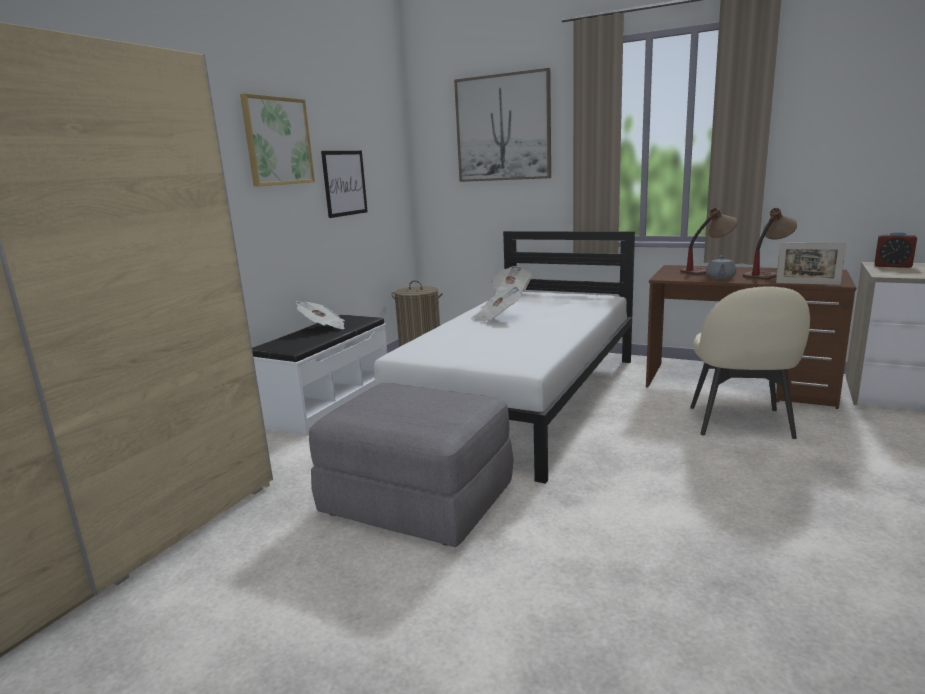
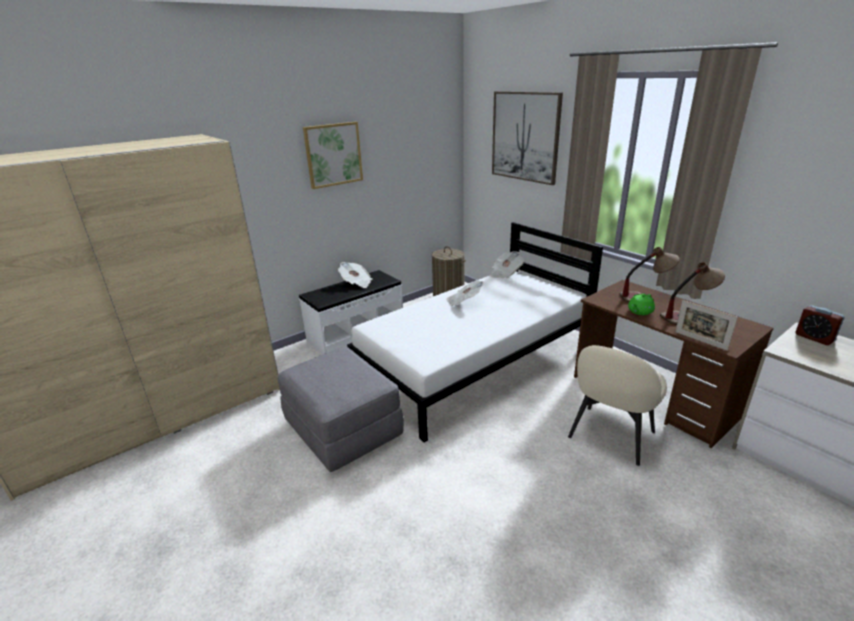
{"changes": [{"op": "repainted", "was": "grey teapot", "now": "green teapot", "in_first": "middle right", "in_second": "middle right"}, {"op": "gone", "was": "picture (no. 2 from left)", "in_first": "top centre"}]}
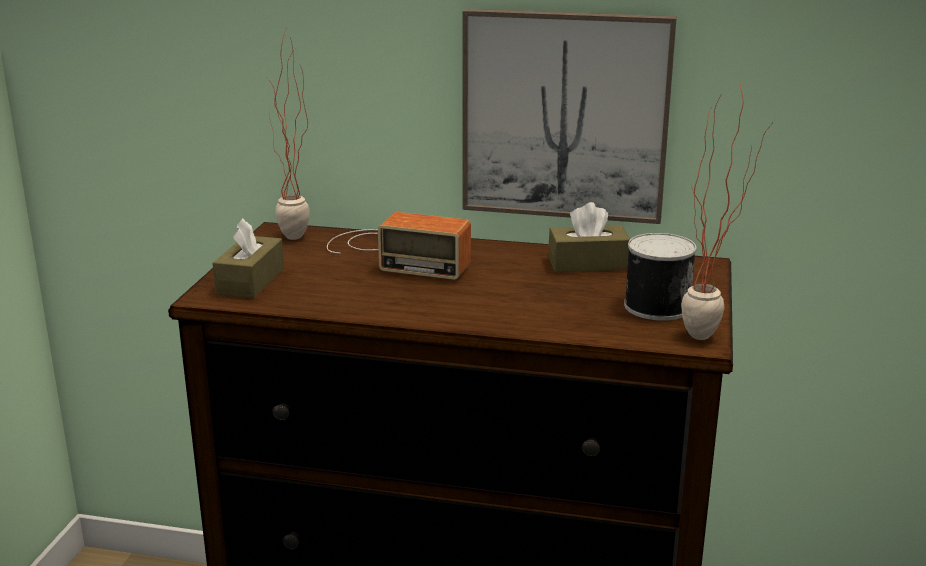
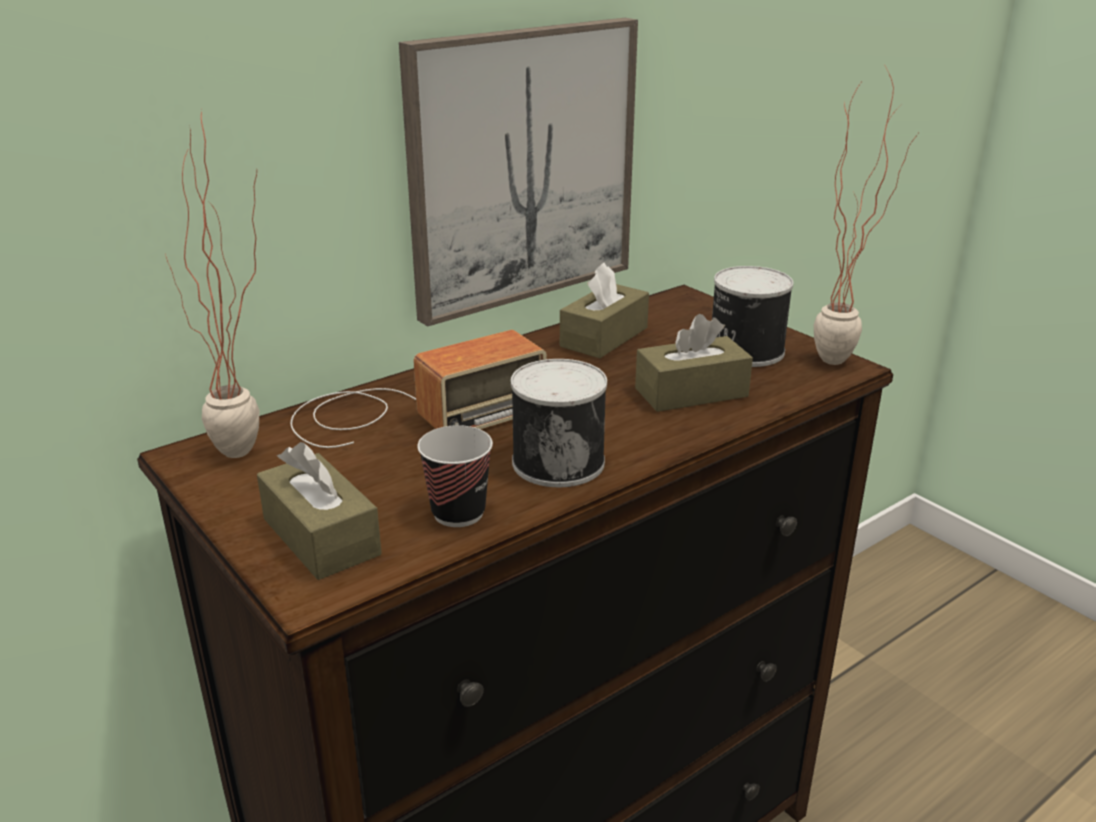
{"changes": [{"op": "new", "now": "cup", "in_second": "centre"}, {"op": "new", "now": "can (no. 1 from left)", "in_second": "centre"}, {"op": "new", "now": "brown tissue box (no. 3 from left)", "in_second": "centre"}]}
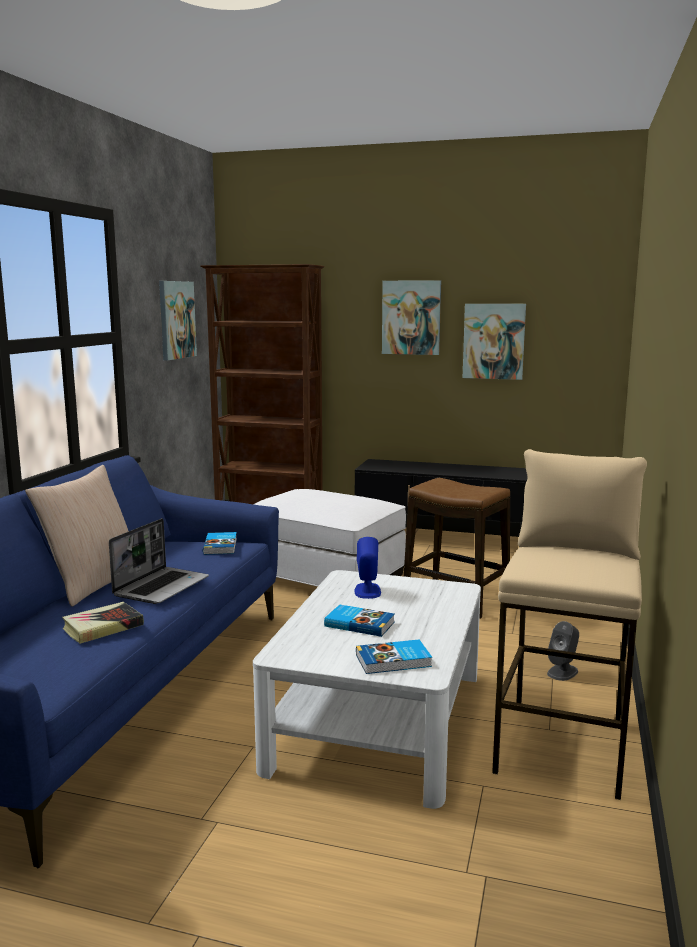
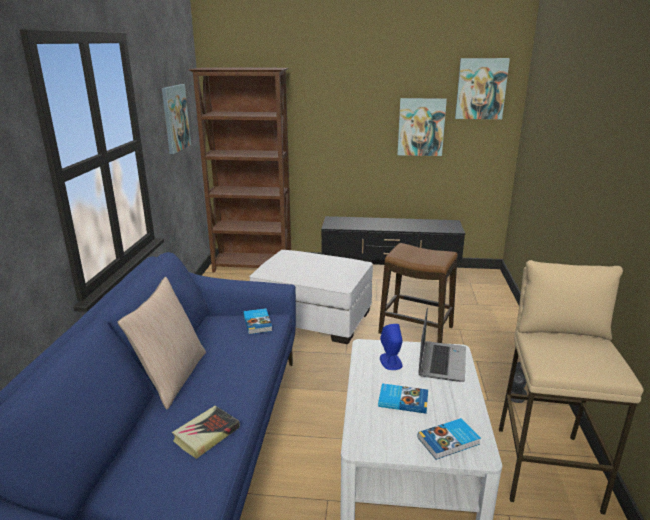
{"changes": [{"op": "shifted", "was": "laptop", "in_first": "middle left", "in_second": "middle right"}, {"op": "shifted", "was": "picture (no. 2 from left in the first image)", "now": "picture (no. 3 from left)", "in_first": "centre", "in_second": "top right"}]}
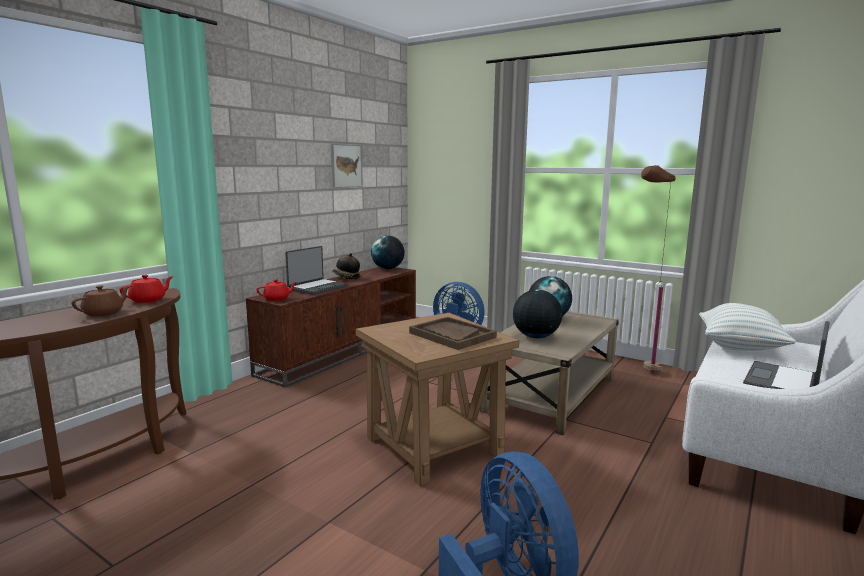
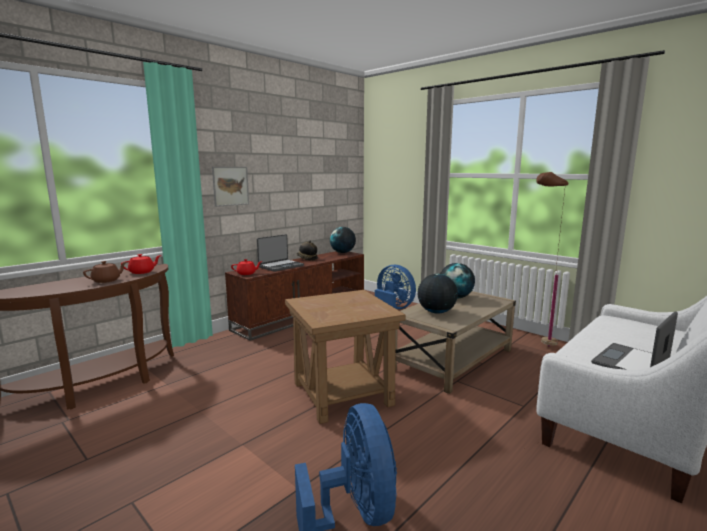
{"changes": [{"op": "shifted", "was": "picture", "in_first": "top centre", "in_second": "middle left"}, {"op": "gone", "was": "brown tray", "in_first": "centre"}, {"op": "gone", "was": "pillow", "in_first": "middle right"}]}
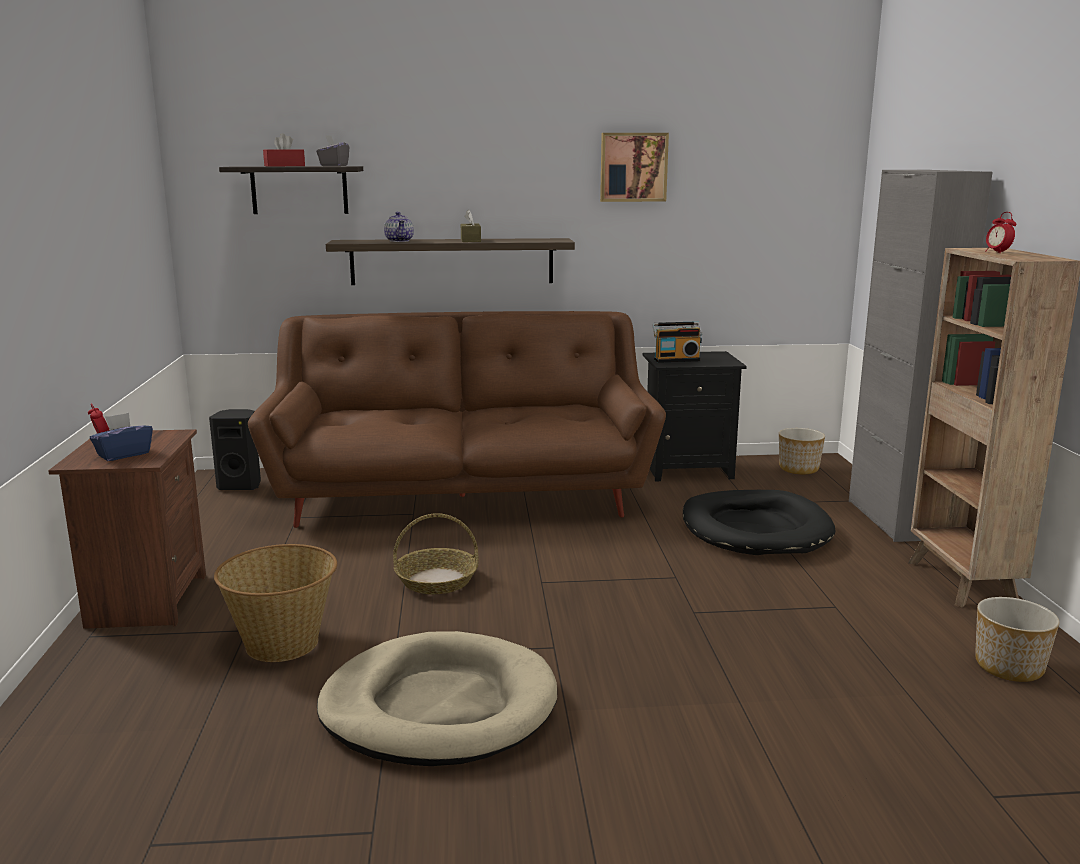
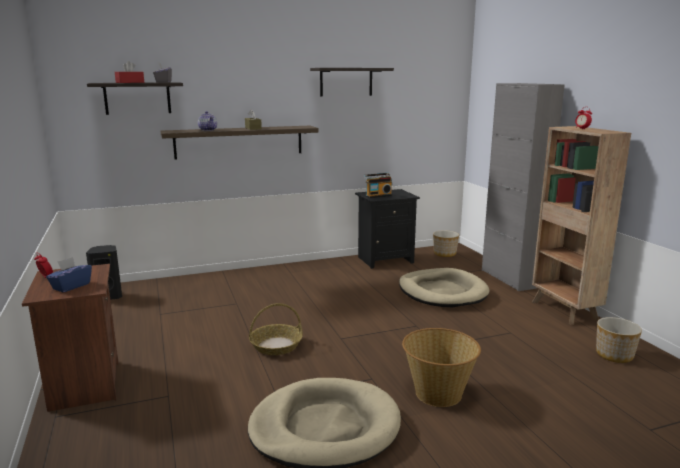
{"changes": [{"op": "swapped", "was": "picture", "now": "shelf (no. 3 from left)", "in_first": "top centre", "in_second": "top centre"}, {"op": "repainted", "was": "black dog bed", "now": "beige dog bed (no. 2 from left)", "in_first": "middle right", "in_second": "centre"}, {"op": "shifted", "was": "basket (no. 1 from left in the first image)", "now": "basket (no. 2 from left)", "in_first": "bottom left", "in_second": "bottom centre"}, {"op": "gone", "was": "brown sofa", "in_first": "centre"}]}
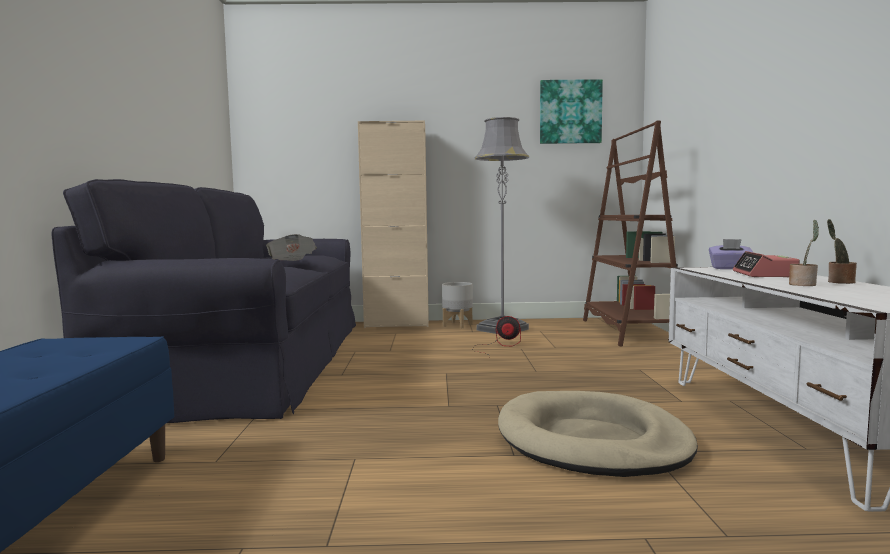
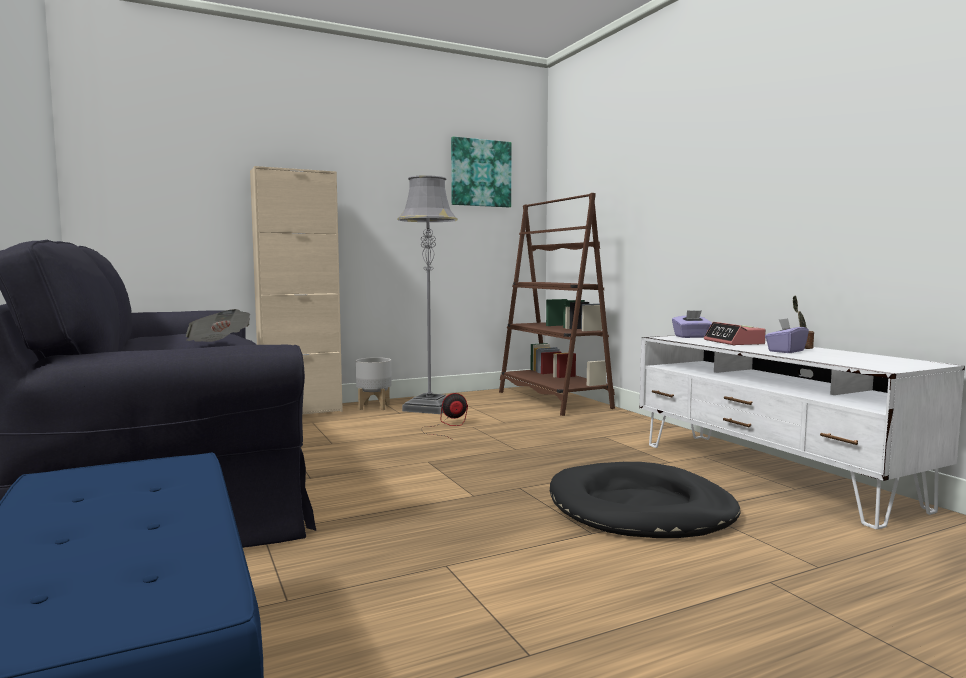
{"changes": [{"op": "repainted", "was": "beige dog bed", "now": "black dog bed", "in_first": "bottom right", "in_second": "bottom right"}, {"op": "swapped", "was": "potted plant (no. 1 from left)", "now": "purple tissue box (no. 2 from left)", "in_first": "middle right", "in_second": "middle right"}]}
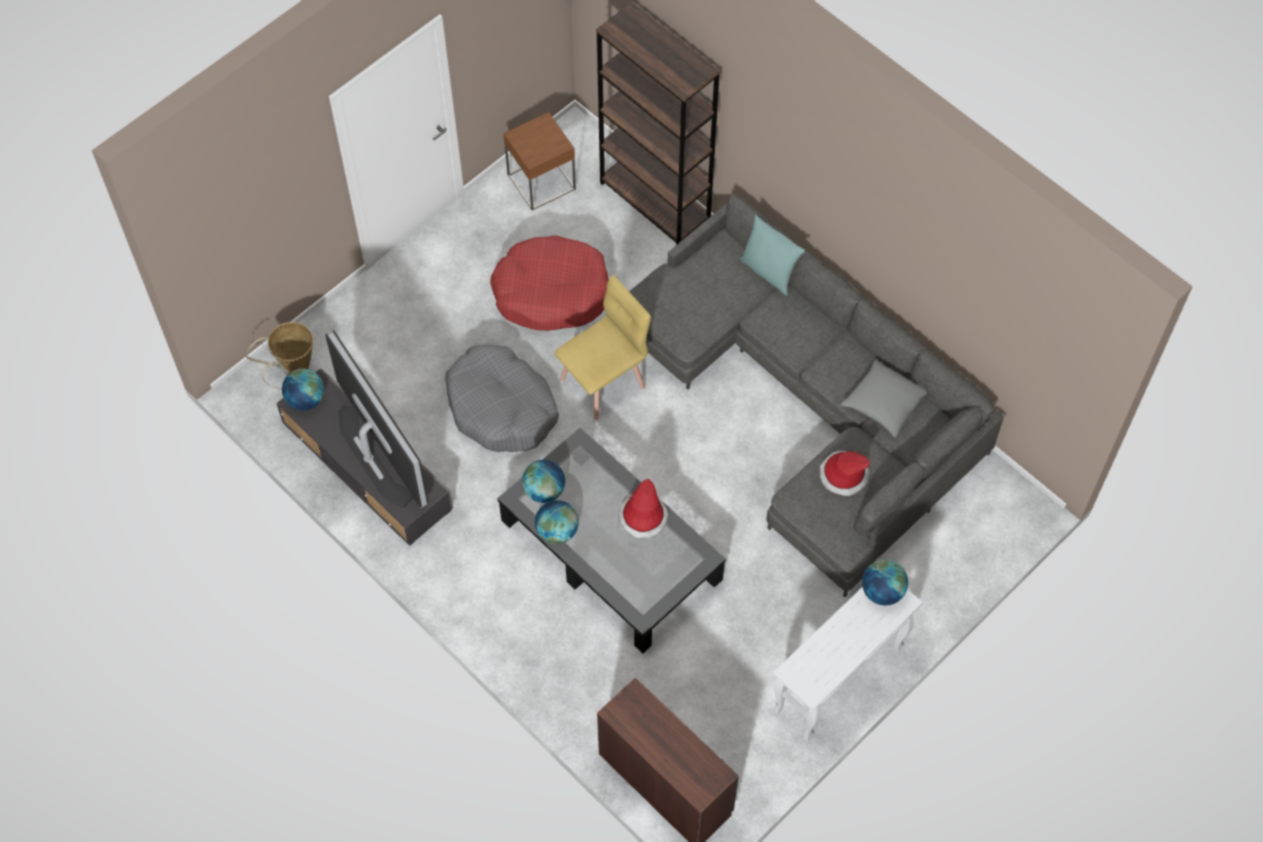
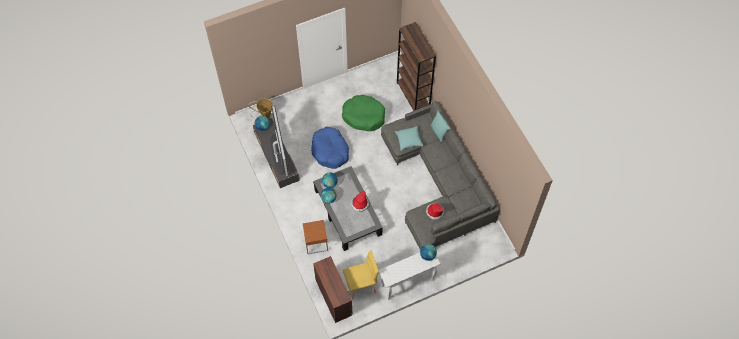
{"changes": [{"op": "shifted", "was": "brown side table", "in_first": "top centre", "in_second": "bottom centre"}, {"op": "repainted", "was": "grey dog bed", "now": "blue dog bed", "in_first": "centre", "in_second": "centre"}, {"op": "repainted", "was": "red dog bed", "now": "green dog bed", "in_first": "centre", "in_second": "centre"}, {"op": "shifted", "was": "yellow chair", "in_first": "centre", "in_second": "bottom centre"}, {"op": "new", "now": "turquoise pillow (no. 1 from left)", "in_second": "centre"}, {"op": "gone", "was": "grey pillow", "in_first": "middle right"}]}
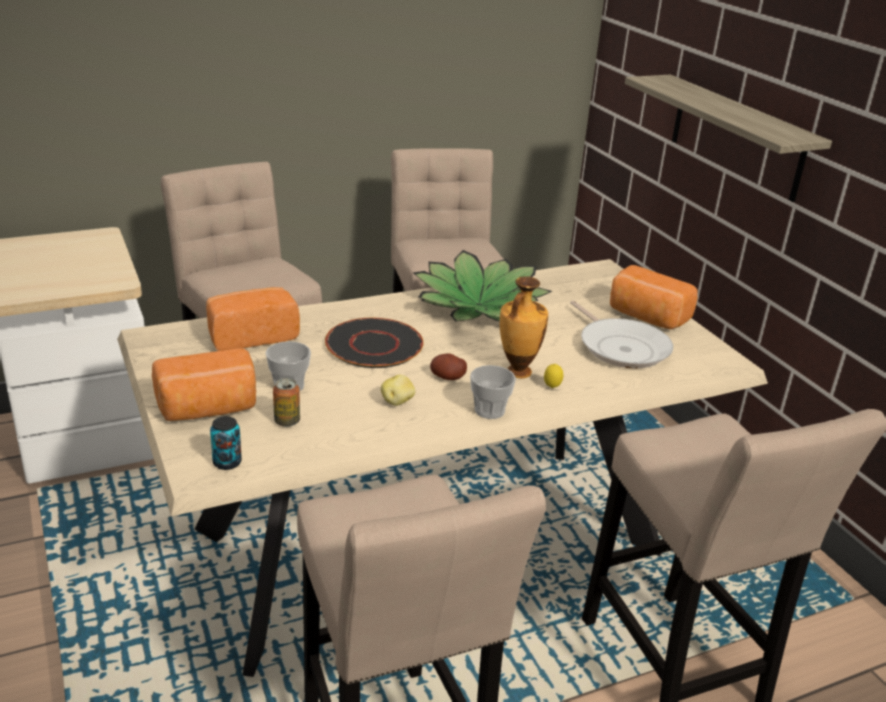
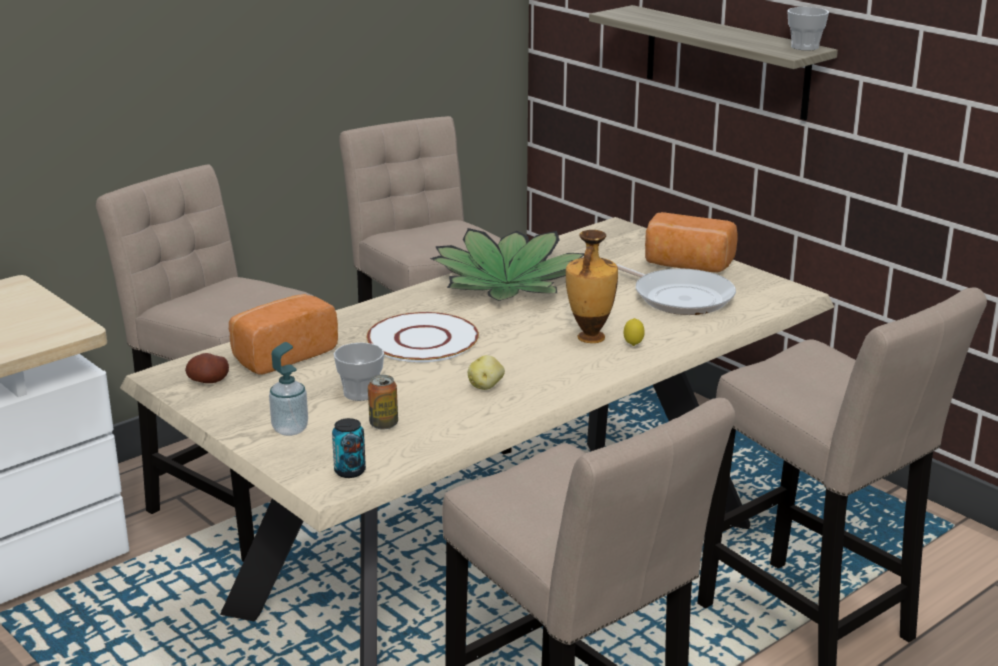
{"changes": [{"op": "shifted", "was": "potato (no. 2 from left in the first image)", "now": "potato (no. 1 from left)", "in_first": "centre", "in_second": "middle left"}, {"op": "swapped", "was": "bread (no. 1 from left)", "now": "soap dispenser", "in_first": "middle left", "in_second": "middle left"}, {"op": "repainted", "was": "black plate", "now": "white plate", "in_first": "centre", "in_second": "centre"}, {"op": "shifted", "was": "cup (no. 2 from left)", "in_first": "centre", "in_second": "top right"}]}
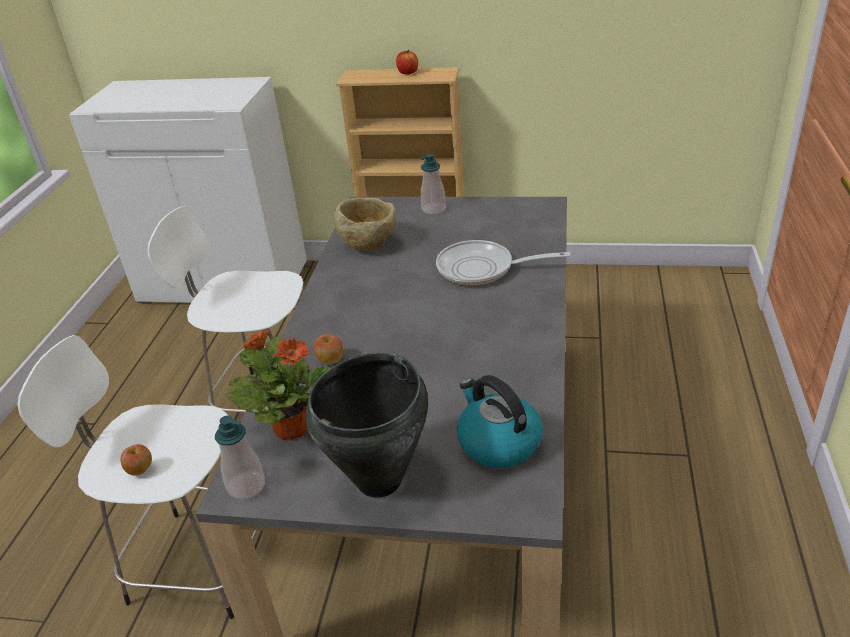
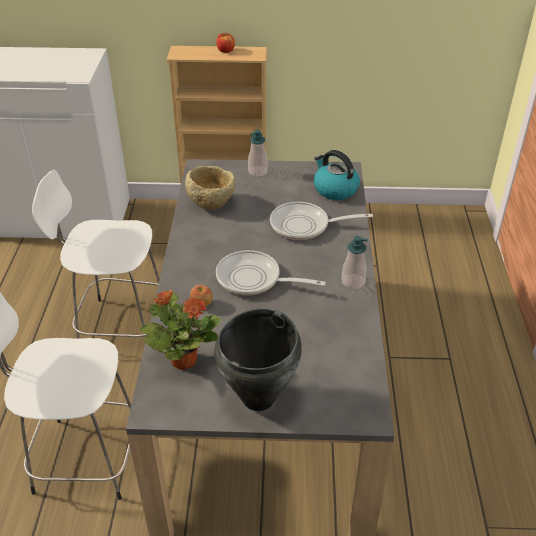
{"changes": [{"op": "new", "now": "frying pan (no. 1 from left)", "in_second": "centre"}, {"op": "shifted", "was": "kettle", "in_first": "centre", "in_second": "top centre"}, {"op": "shifted", "was": "soap dispenser (no. 1 from left in the first image)", "now": "soap dispenser (no. 2 from left)", "in_first": "bottom left", "in_second": "centre"}, {"op": "gone", "was": "apple (no. 1 from left)", "in_first": "bottom left"}]}
